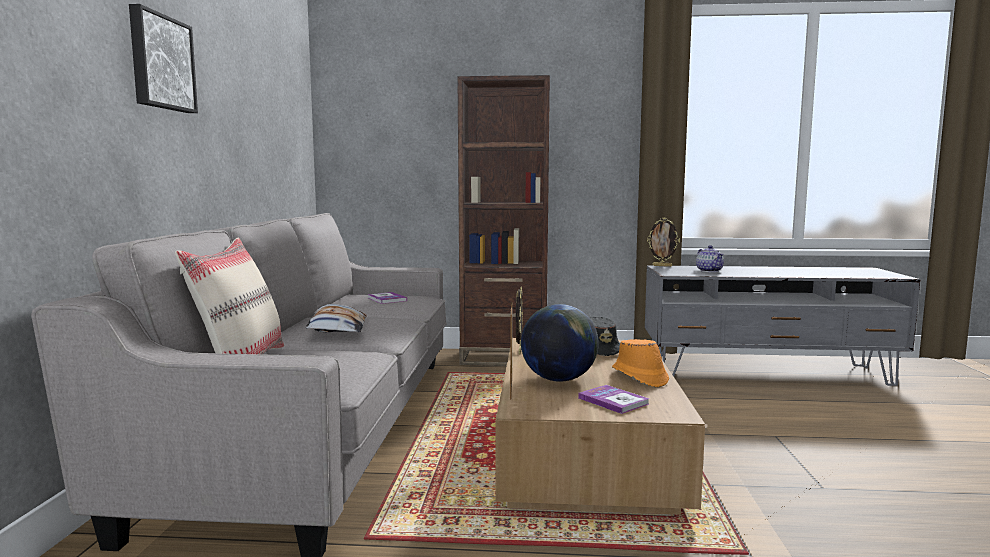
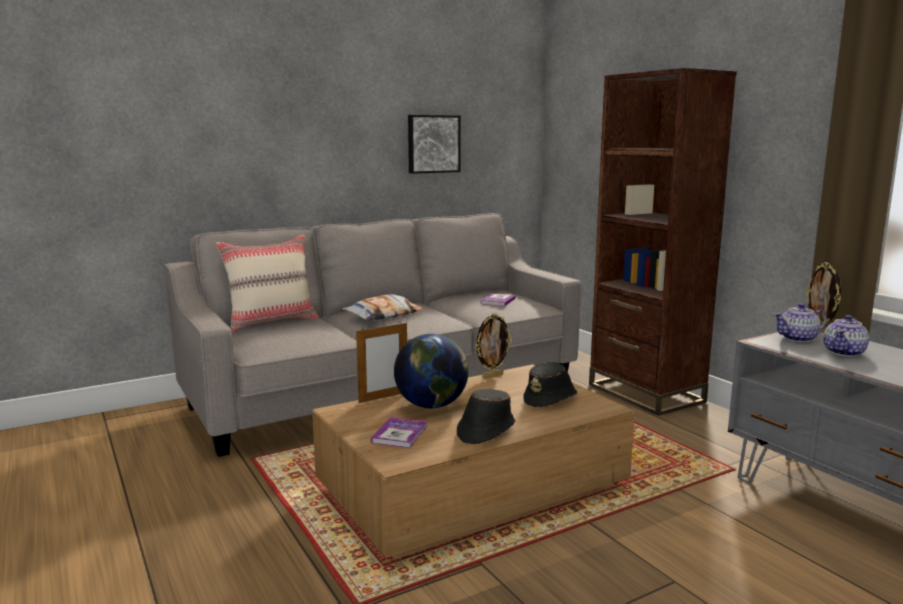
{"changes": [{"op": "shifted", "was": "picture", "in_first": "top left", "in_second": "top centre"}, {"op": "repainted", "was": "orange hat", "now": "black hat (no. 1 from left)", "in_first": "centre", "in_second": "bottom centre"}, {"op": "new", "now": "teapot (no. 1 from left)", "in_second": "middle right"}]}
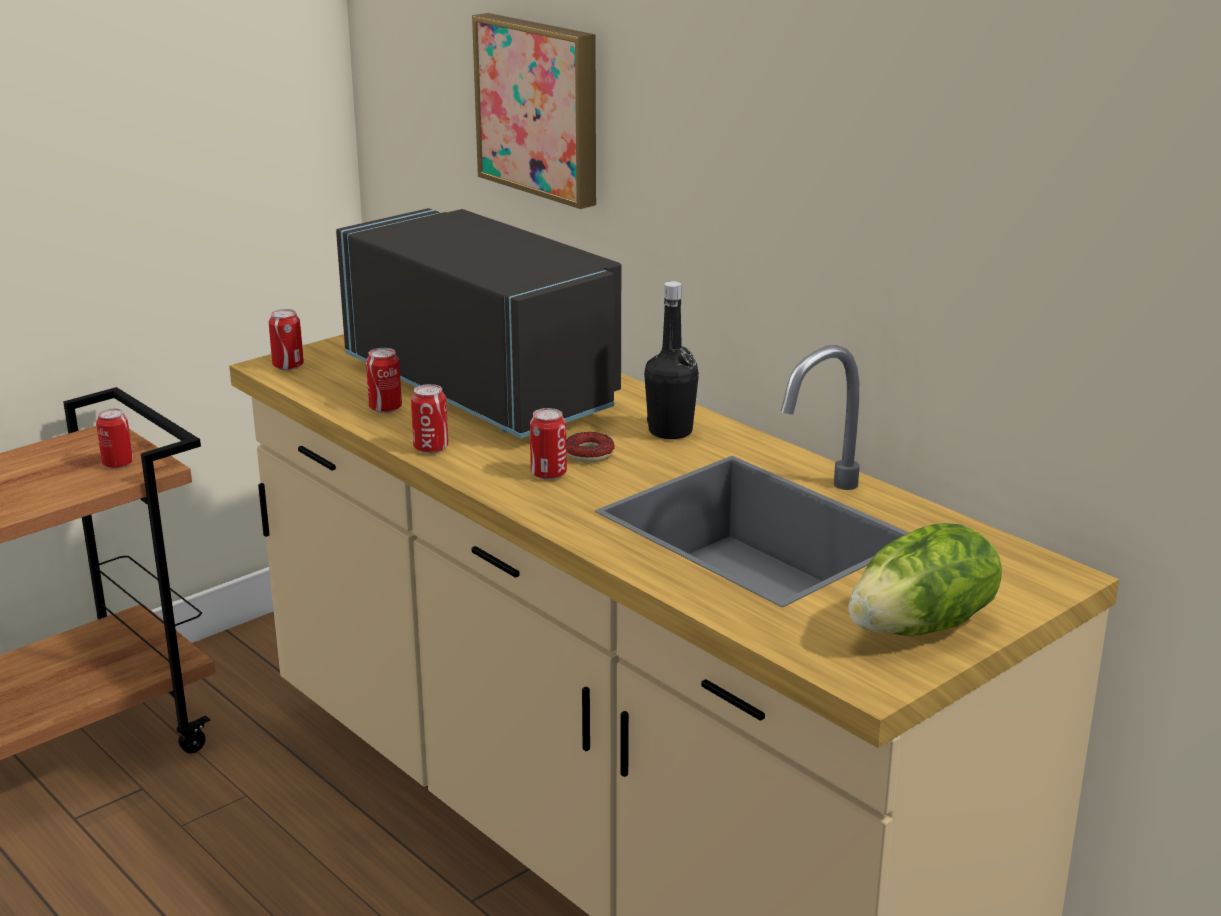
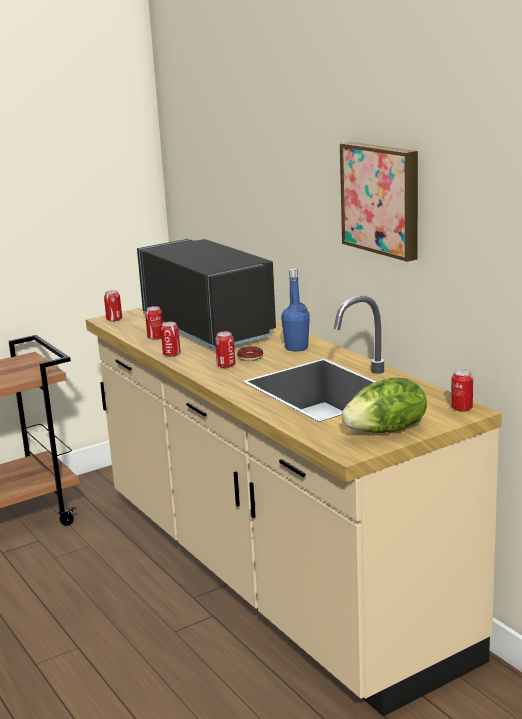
{"changes": [{"op": "repainted", "was": "black bottle", "now": "blue bottle", "in_first": "centre", "in_second": "centre"}, {"op": "shifted", "was": "picture", "in_first": "top centre", "in_second": "top right"}, {"op": "shifted", "was": "can (no. 1 from left in the first image)", "now": "can (no. 5 from left)", "in_first": "middle left", "in_second": "middle right"}]}
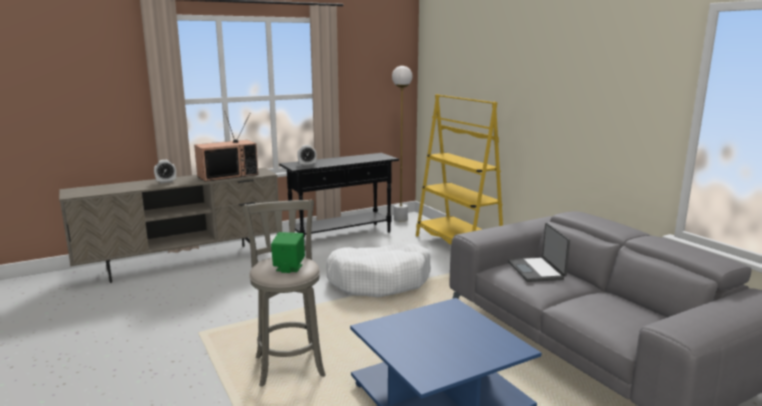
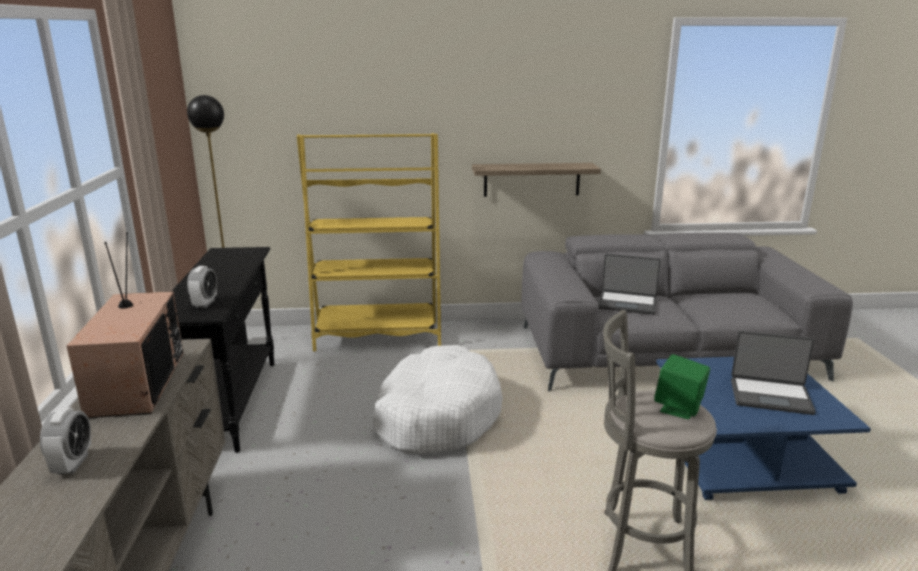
{"changes": [{"op": "repainted", "was": "white floor lamp", "now": "black floor lamp", "in_first": "centre", "in_second": "middle left"}, {"op": "new", "now": "shelf", "in_second": "top centre"}, {"op": "new", "now": "laptop (no. 2 from left)", "in_second": "middle right"}]}
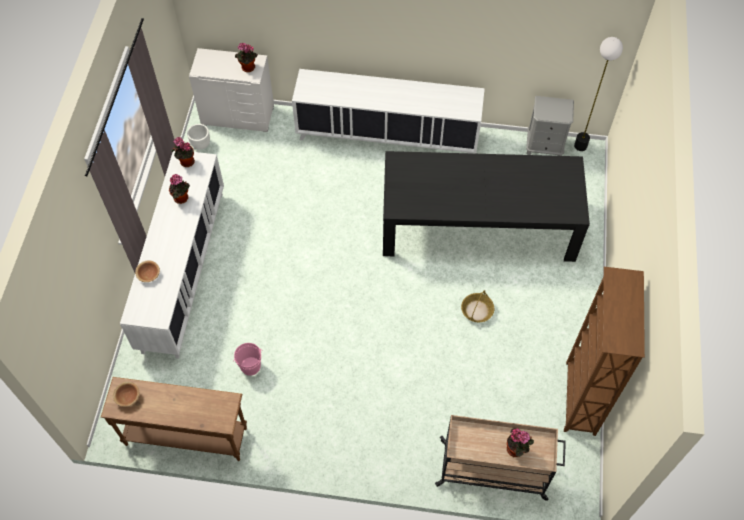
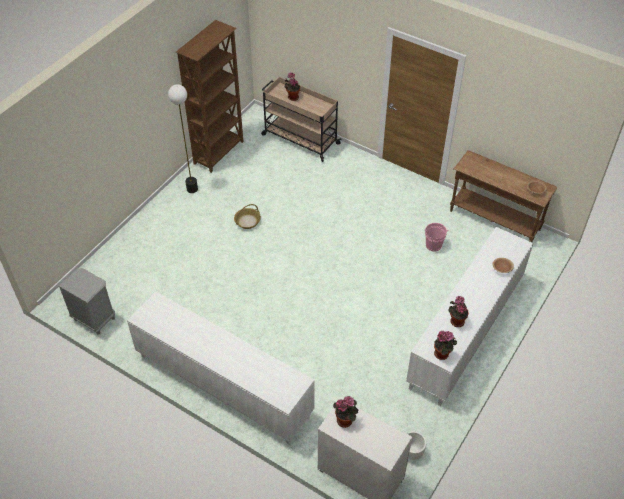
{"changes": [{"op": "shifted", "was": "floor lamp", "in_first": "top right", "in_second": "top left"}, {"op": "gone", "was": "black dining table", "in_first": "centre"}]}
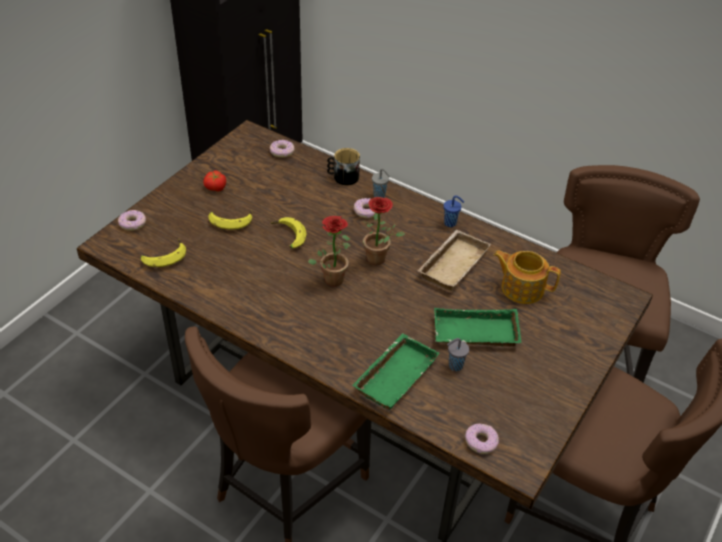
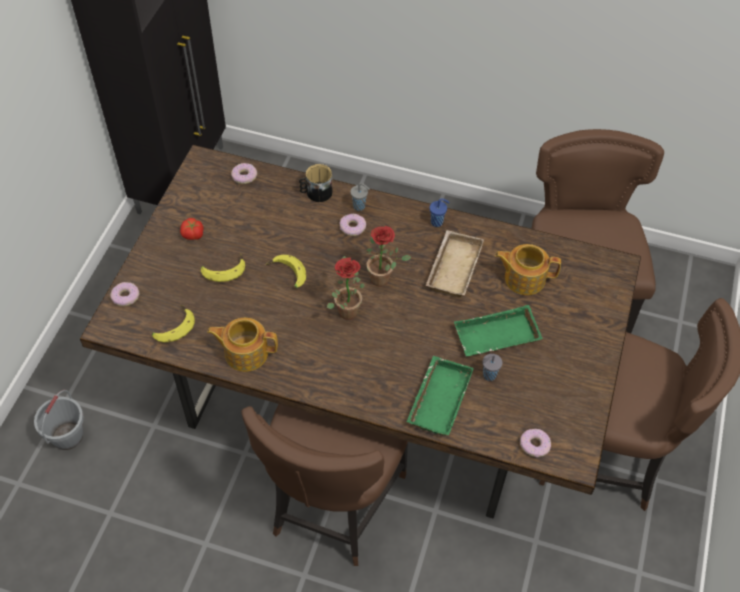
{"changes": [{"op": "new", "now": "grey bucket", "in_second": "bottom left"}, {"op": "new", "now": "teapot (no. 1 from left)", "in_second": "middle left"}]}
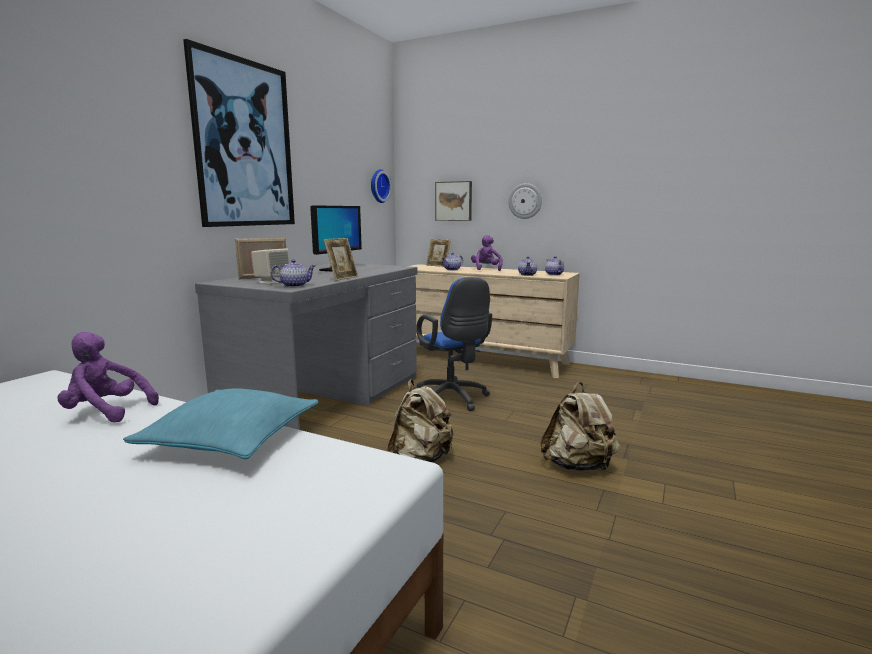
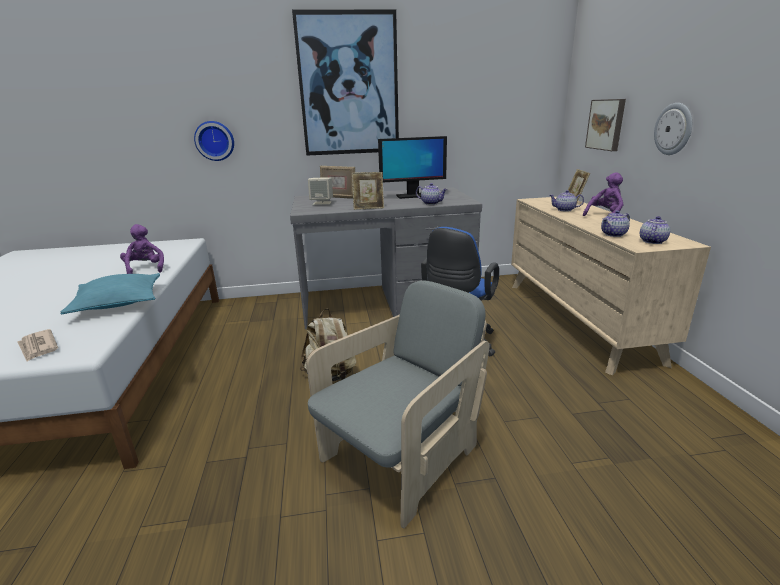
{"changes": [{"op": "new", "now": "newspaper", "in_second": "middle left"}, {"op": "shifted", "was": "wall clock (no. 1 from left)", "in_first": "top centre", "in_second": "top left"}, {"op": "swapped", "was": "beige backpack (no. 2 from left)", "now": "grey armchair", "in_first": "centre", "in_second": "bottom centre"}, {"op": "shifted", "was": "teapot (no. 1 from left)", "in_first": "centre", "in_second": "top centre"}]}
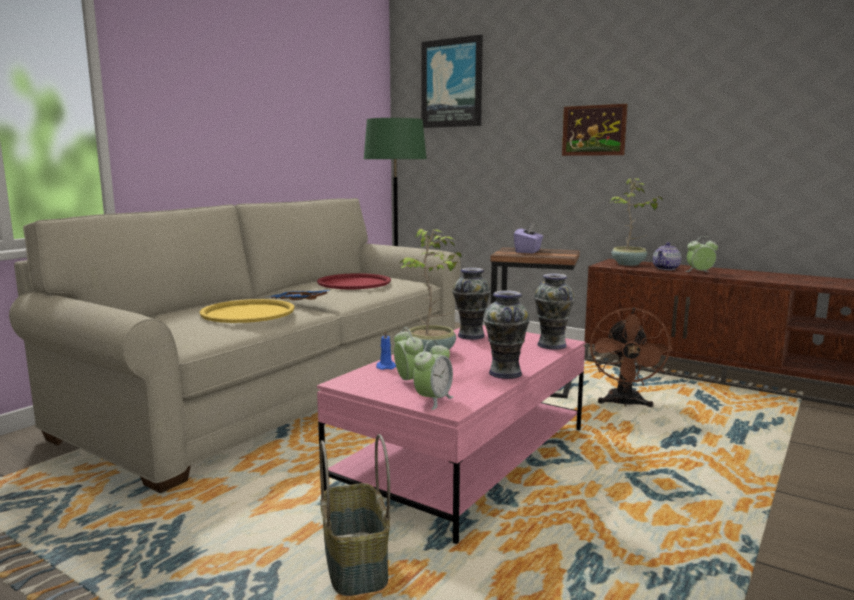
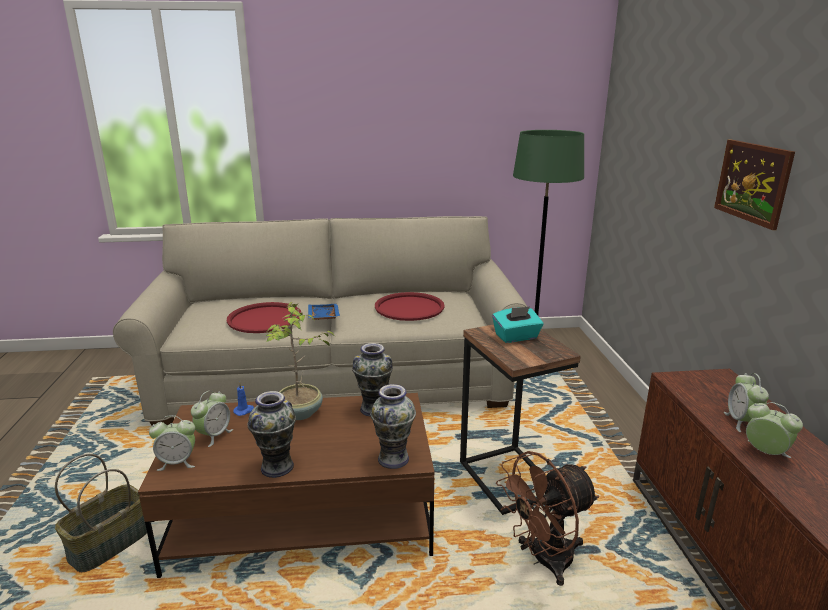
{"changes": [{"op": "repainted", "was": "pink coffee table", "now": "brown coffee table", "in_first": "bottom centre", "in_second": "bottom centre"}, {"op": "repainted", "was": "yellow tray", "now": "red tray (no. 1 from left)", "in_first": "middle left", "in_second": "middle left"}, {"op": "repainted", "was": "purple tissue box", "now": "turquoise tissue box", "in_first": "centre", "in_second": "centre"}, {"op": "swapped", "was": "teapot", "now": "alarm clock (no. 3 from left)", "in_first": "middle right", "in_second": "middle right"}, {"op": "gone", "was": "picture (no. 1 from left)", "in_first": "top centre"}, {"op": "gone", "was": "potted plant (no. 2 from left)", "in_first": "middle right"}]}
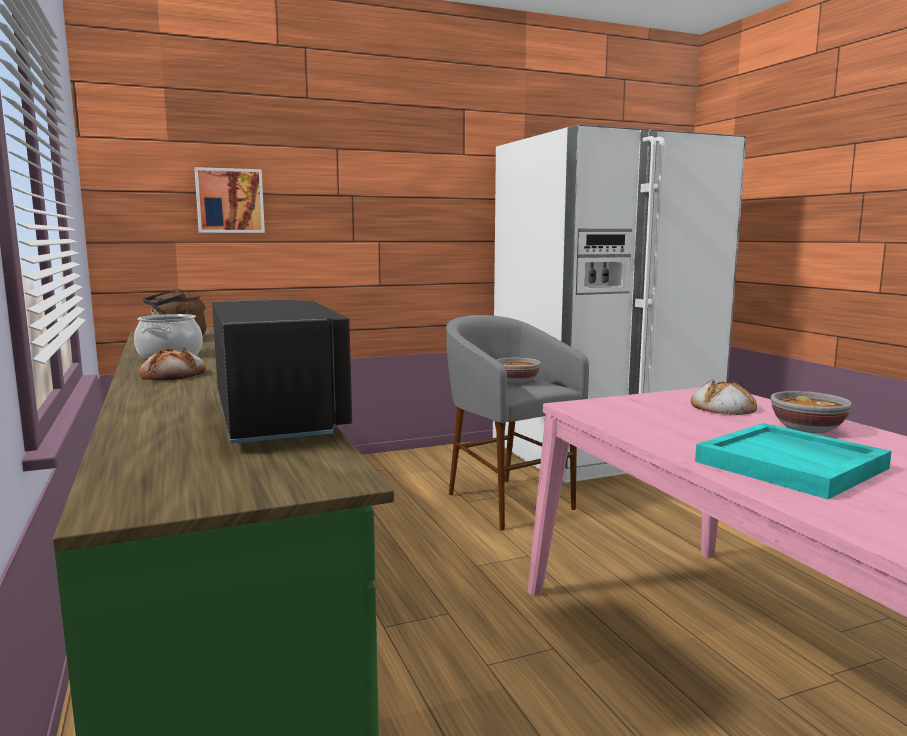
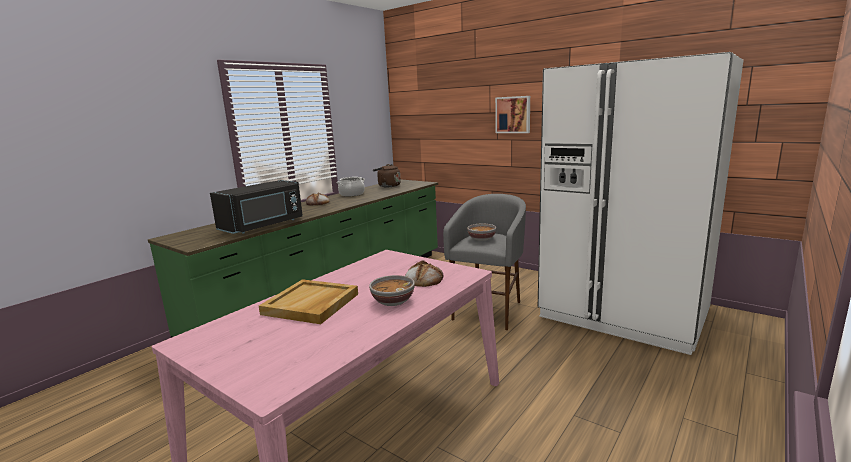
{"changes": [{"op": "repainted", "was": "turquoise tray", "now": "beige tray", "in_first": "middle right", "in_second": "centre"}, {"op": "shifted", "was": "picture", "in_first": "top left", "in_second": "top centre"}]}
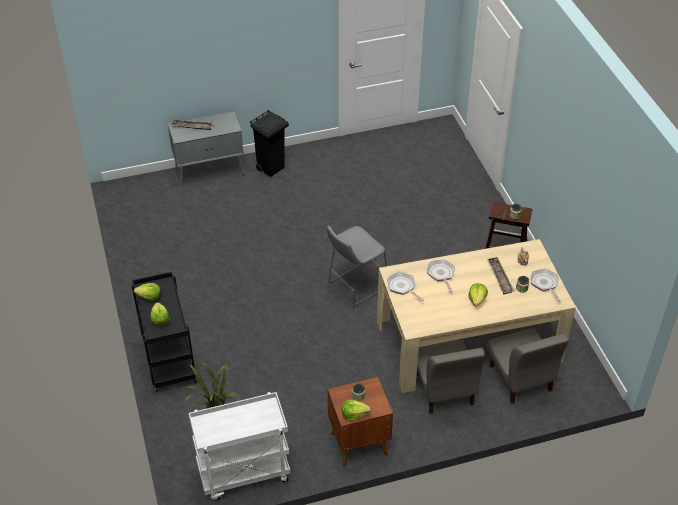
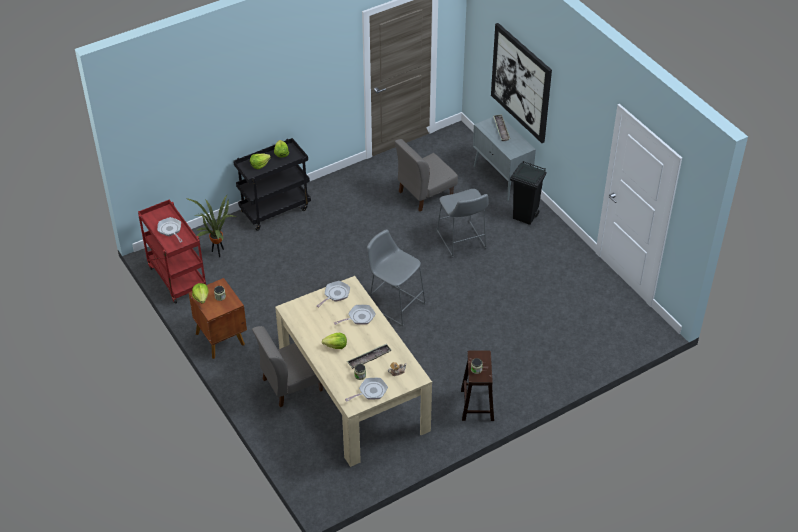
{"changes": [{"op": "repainted", "was": "white cart", "now": "red cart", "in_first": "bottom centre", "in_second": "middle left"}, {"op": "new", "now": "frying pan (no. 1 from left)", "in_second": "middle left"}, {"op": "shifted", "was": "grey chair (no. 2 from left)", "in_first": "bottom right", "in_second": "top centre"}, {"op": "new", "now": "grey stool (no. 2 from left)", "in_second": "centre"}, {"op": "new", "now": "picture", "in_second": "top centre"}]}
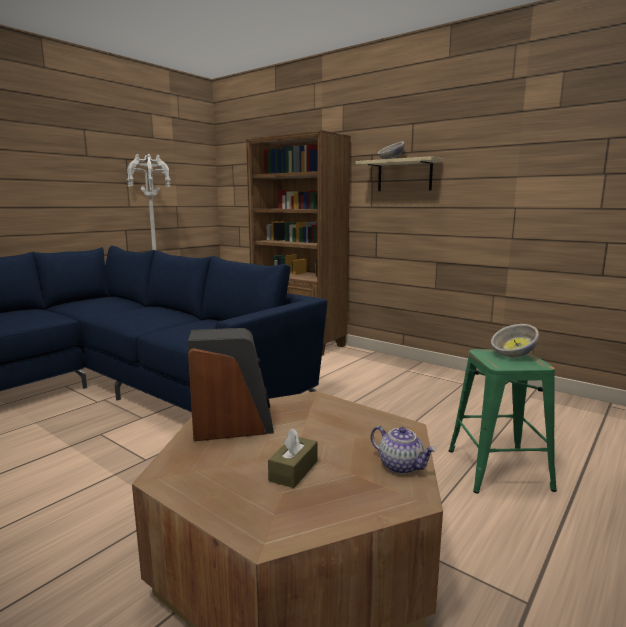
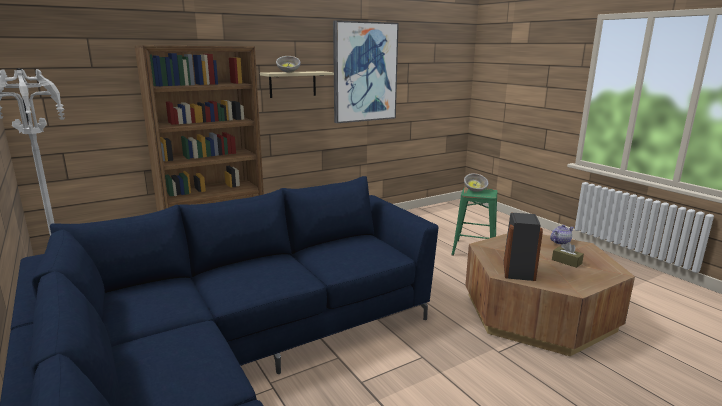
{"changes": [{"op": "new", "now": "picture", "in_second": "top centre"}]}
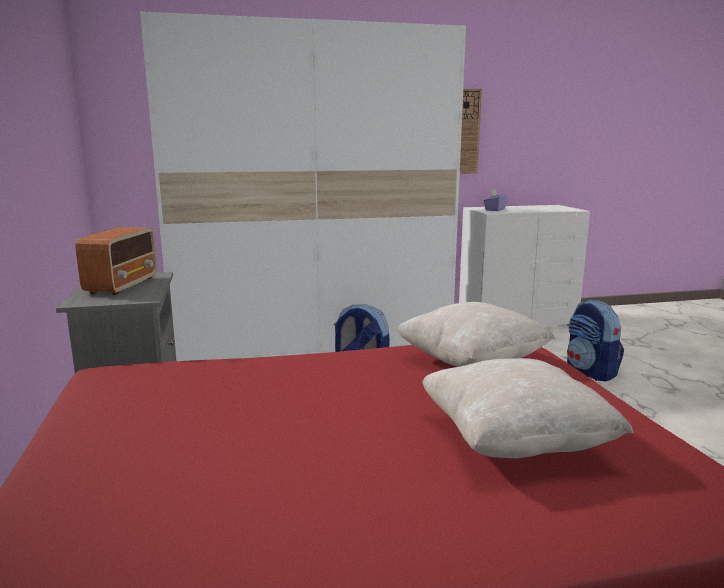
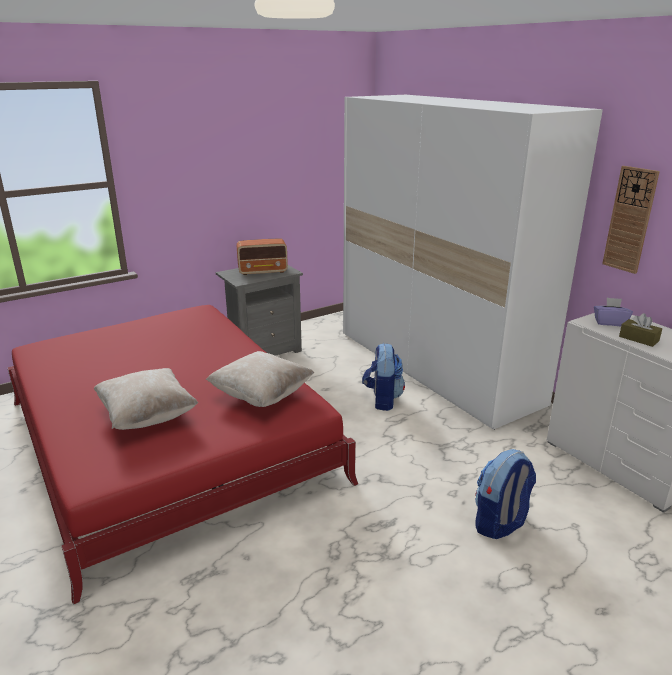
{"changes": [{"op": "new", "now": "brown tissue box", "in_second": "middle right"}]}
